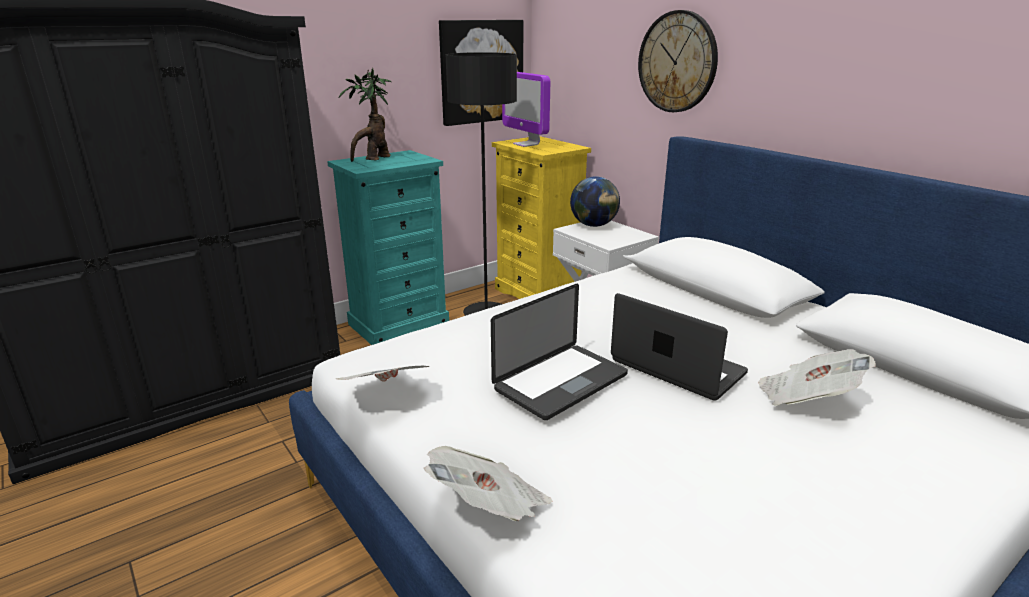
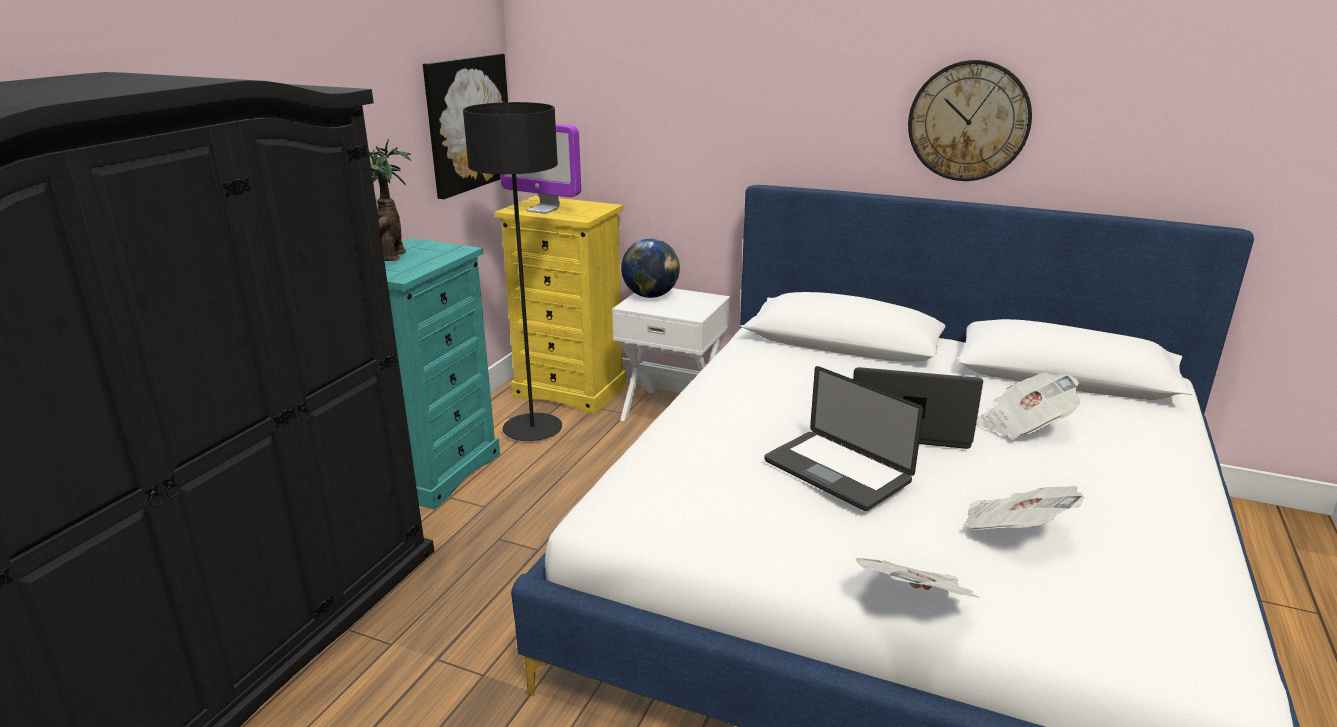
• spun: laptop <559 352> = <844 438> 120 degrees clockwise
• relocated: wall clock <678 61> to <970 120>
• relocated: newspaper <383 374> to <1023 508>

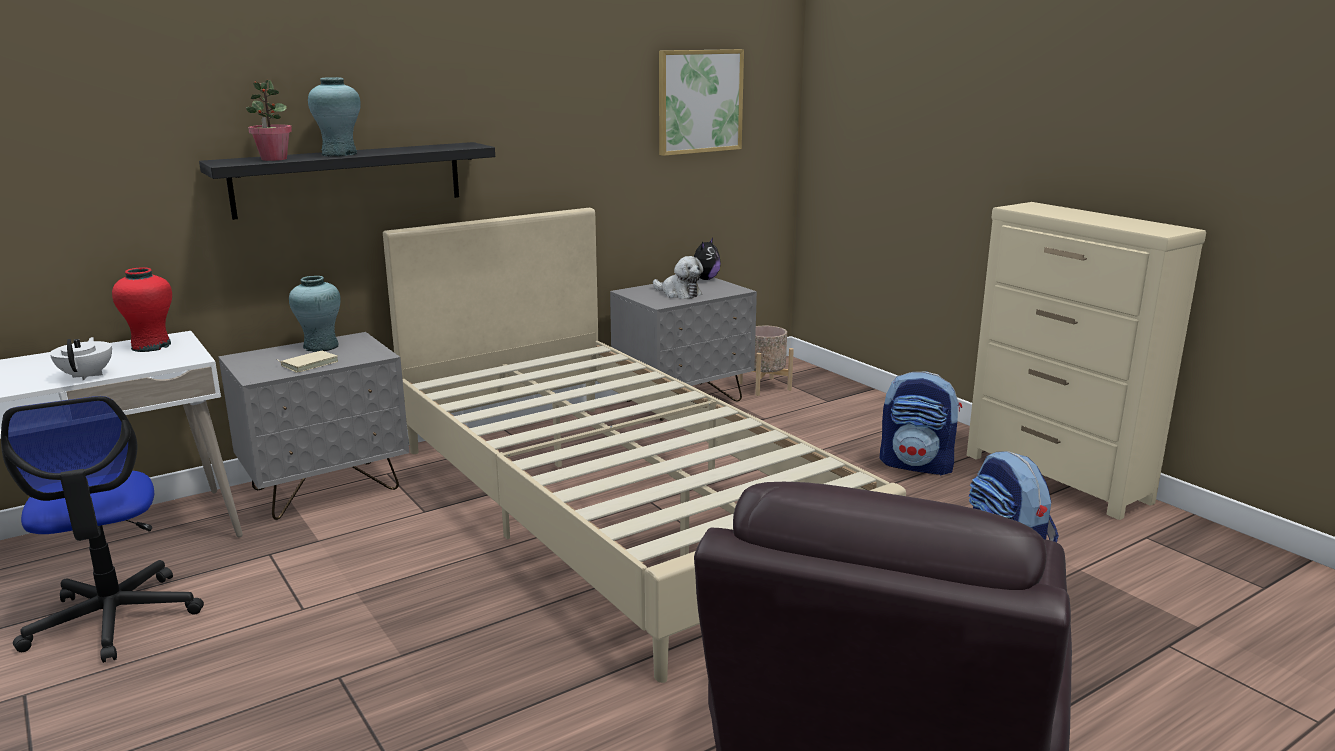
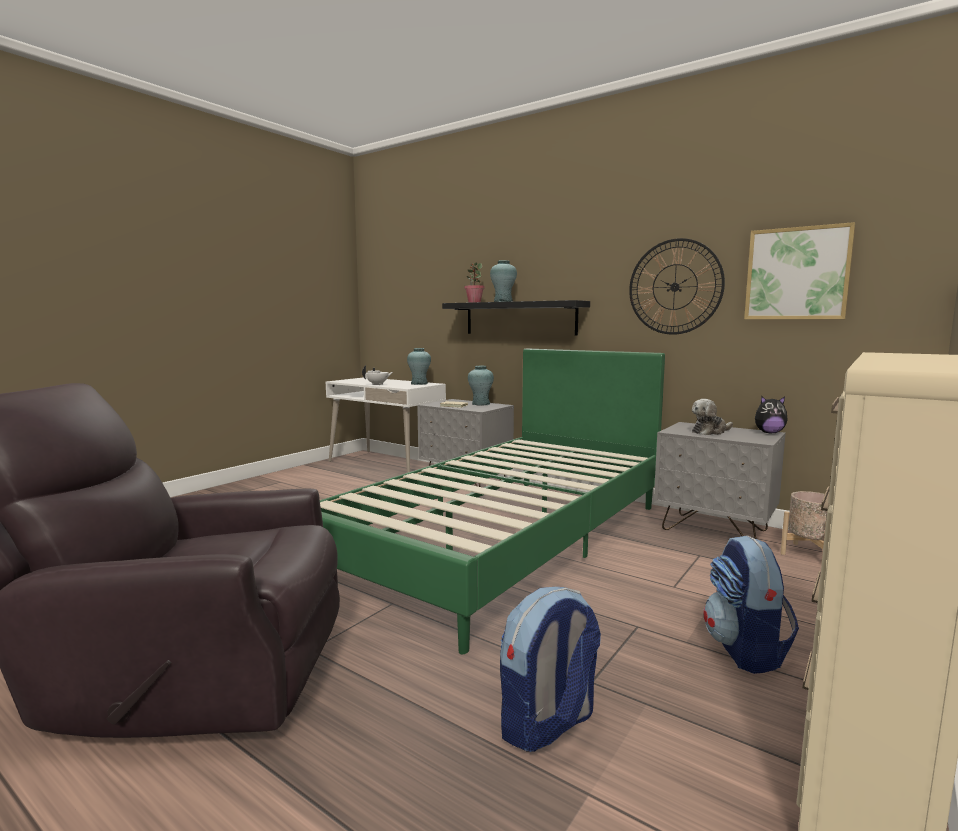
• colour: beige bed <644 445> to green bed <492 501>
• colour: red vase <142 309> to turquoise vase <419 366>
• appeared: wall clock <677 286>
• spun: plush toy <678 277> = <712 417> 45 degrees clockwise
• missing: office chair <102 529>

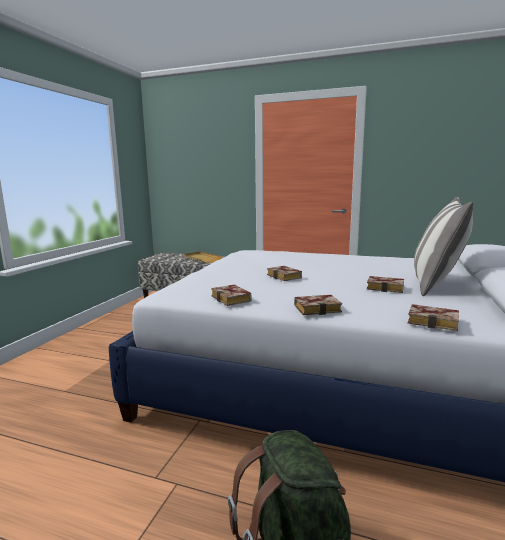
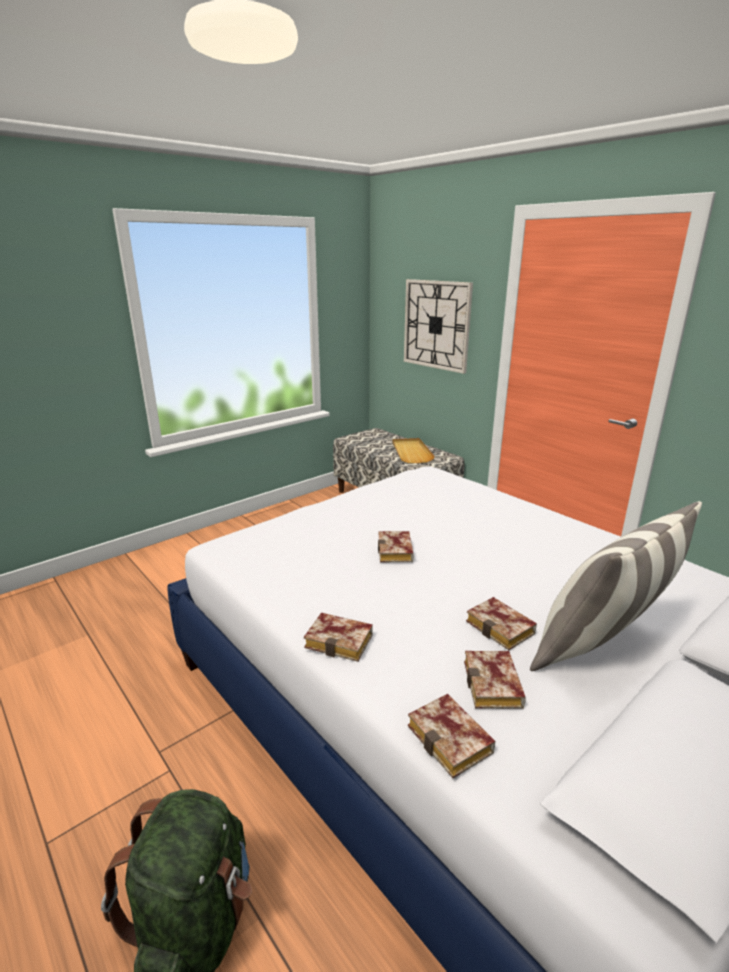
• appeared: wall clock <438 326>
• relocated: book <231 295> to <495 680>

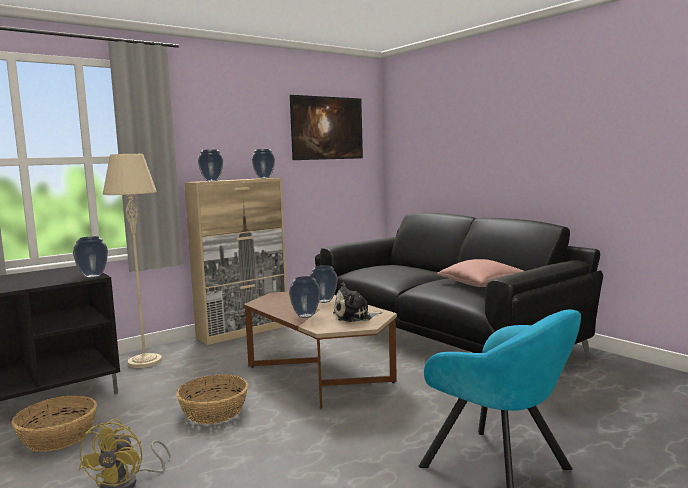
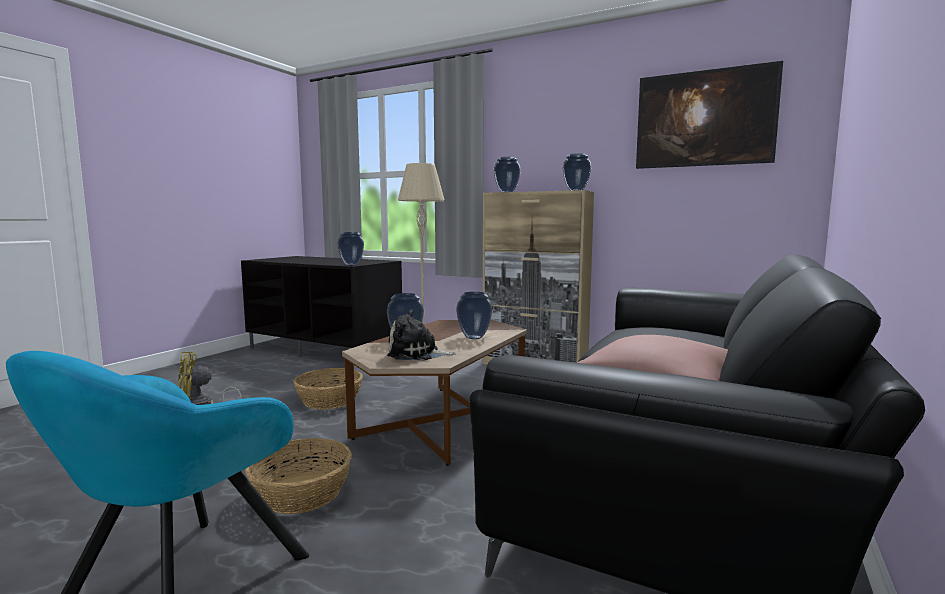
• relocated: basket <54 424> to <298 476>
• spun: plush toy <357 302> = <421 335> 45 degrees counterclockwise

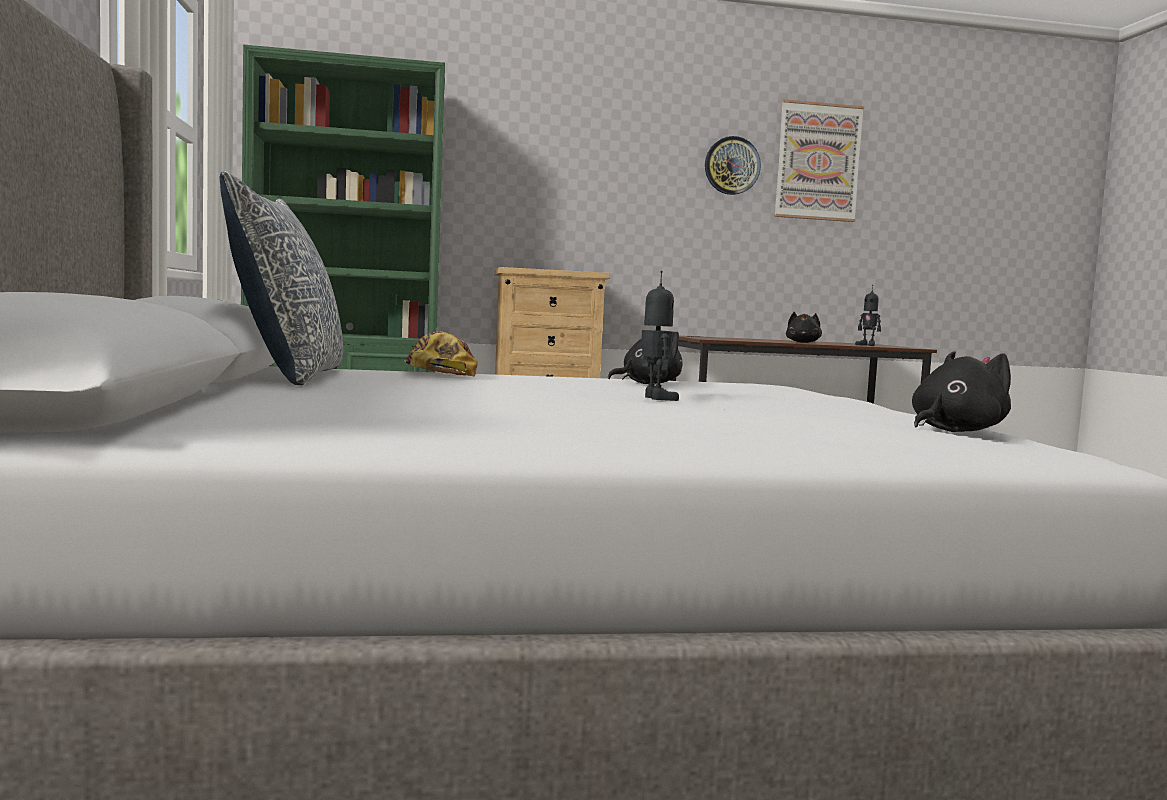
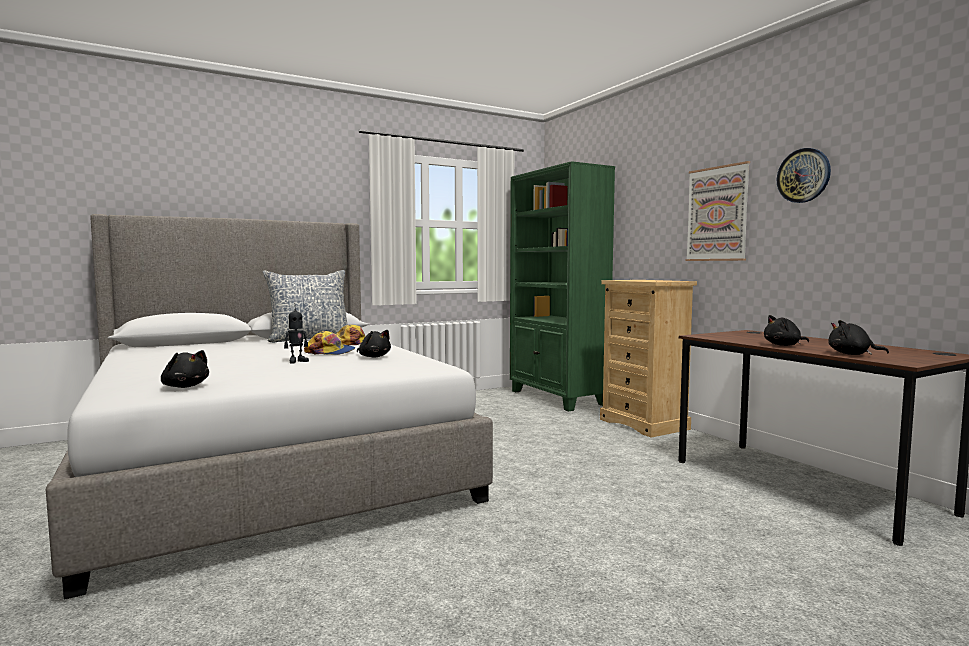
• appeared: cap <329 343>
• relocated: picture <819 160> to <718 211>
• exchanged: toy robot <868 315> to black plush toy <859 337>

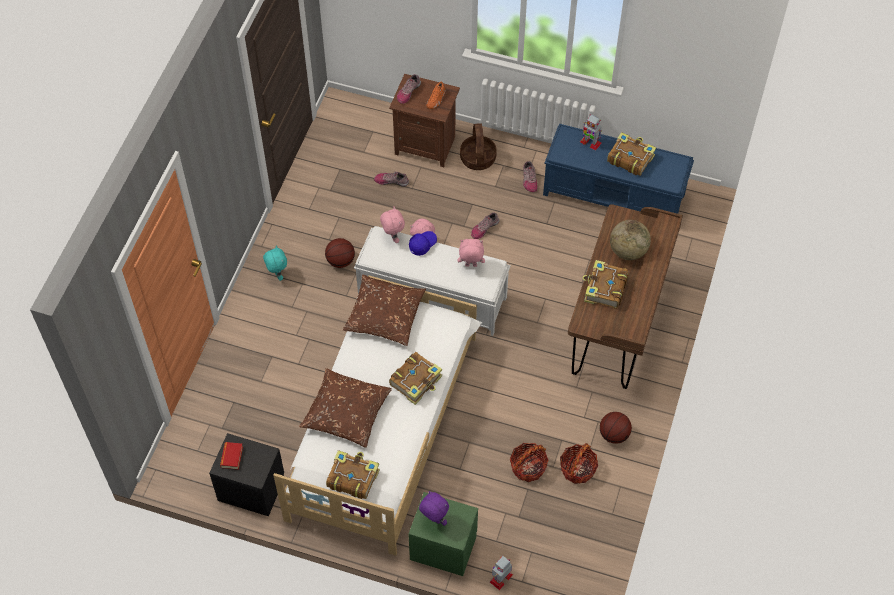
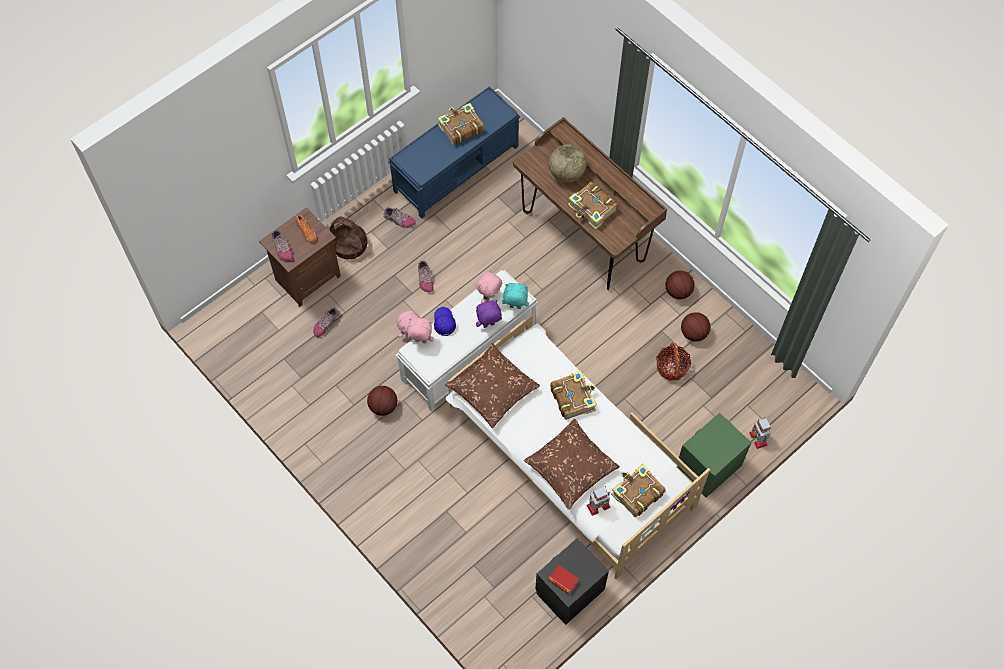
• relocated: purple plush toy <434 508> to <489 314>
• relocated: turquoise plush toy <275 263> to <515 296>
• relocated: toy robot <591 132> to <598 501>
• exchanged: basket <579 463> to basketball <696 327>

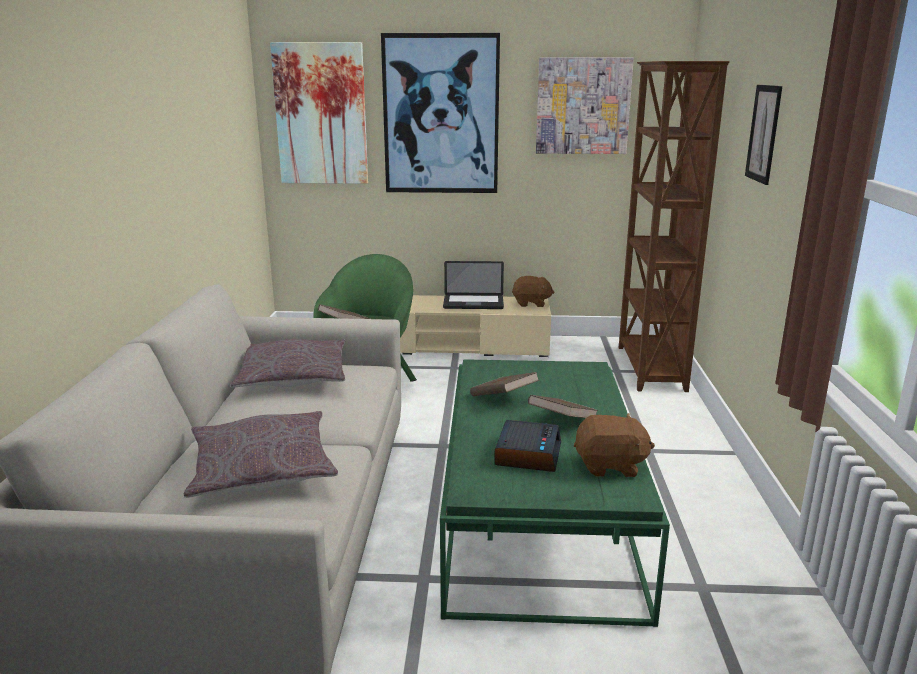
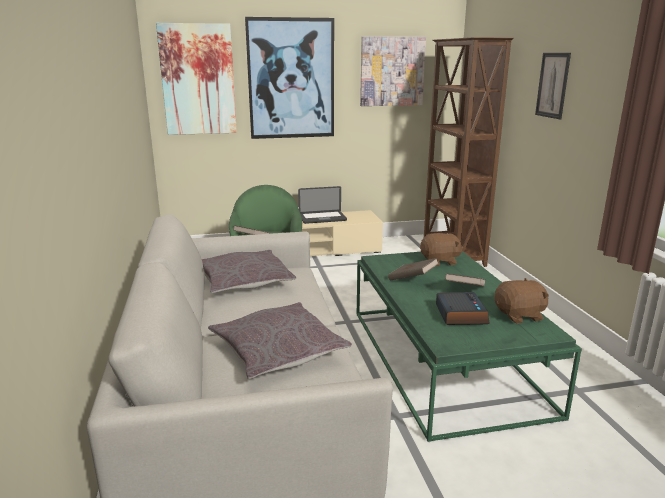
• relocated: brown plush toy <533 291> to <441 249>

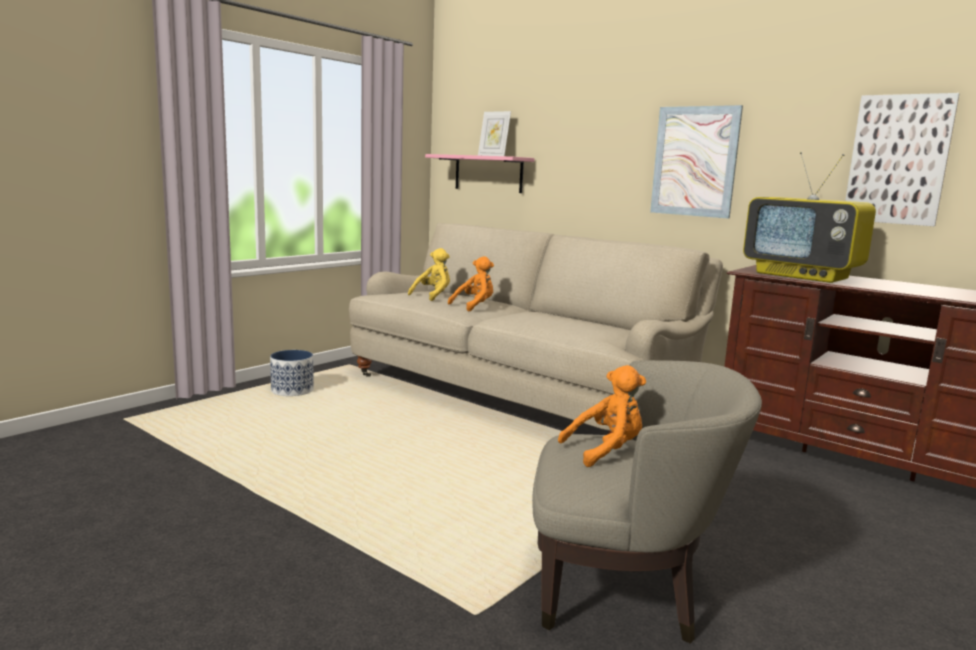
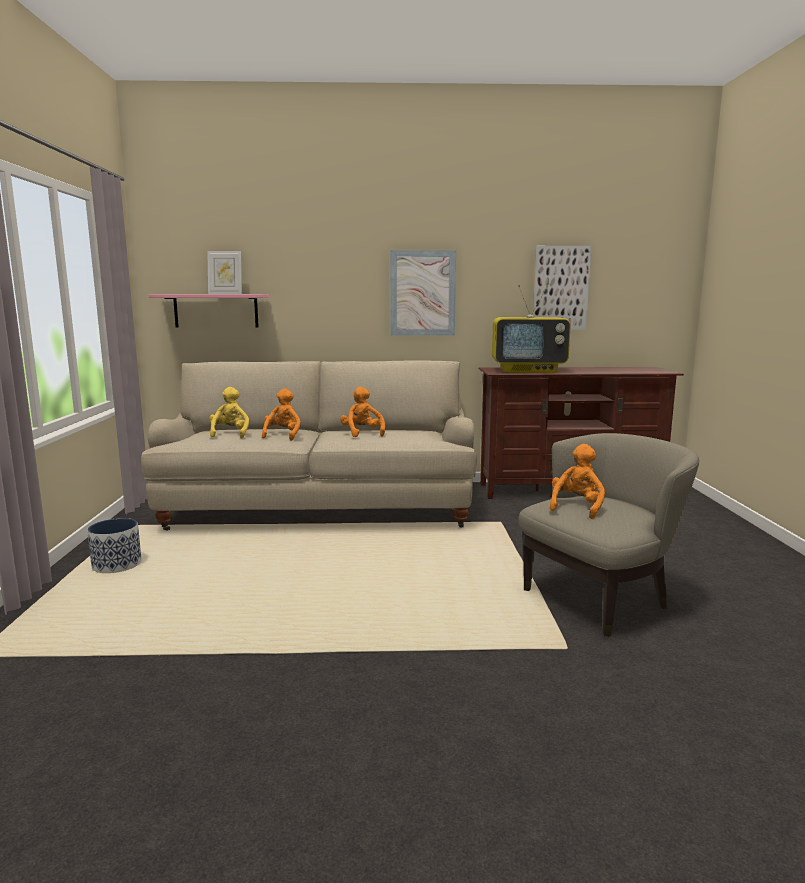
• appeared: orange plush toy <362 412>

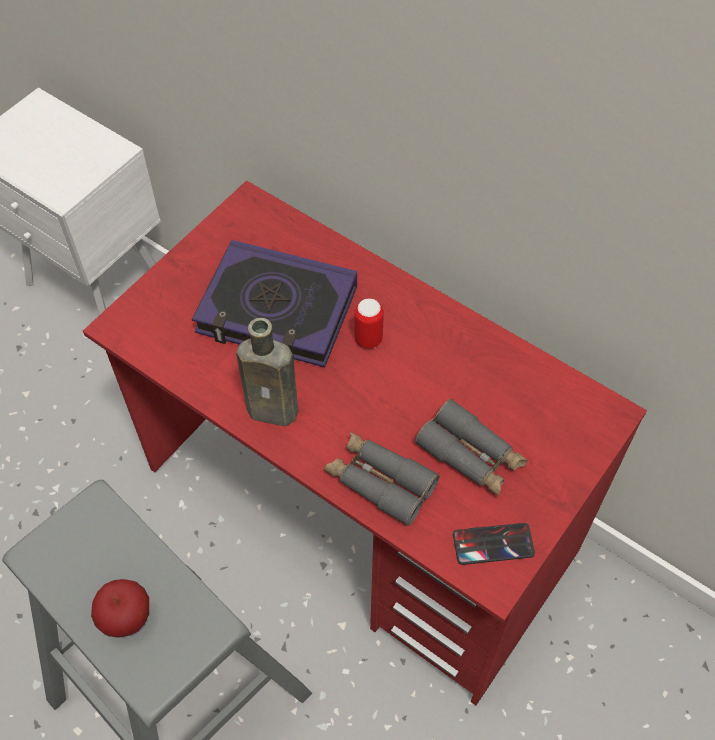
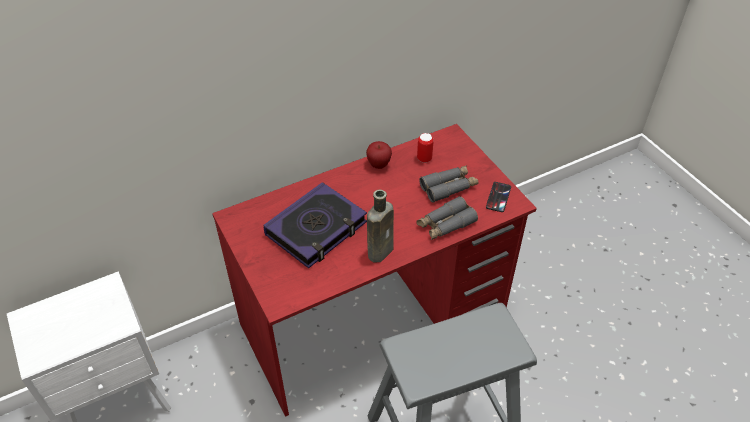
• relocated: apple <120 608> to <379 155>
• relocated: can <369 323> to <425 148>

